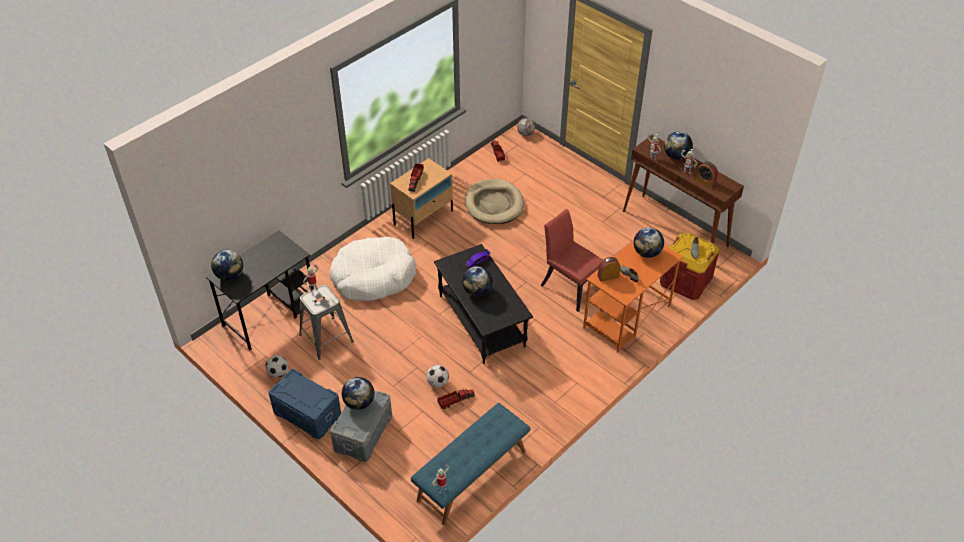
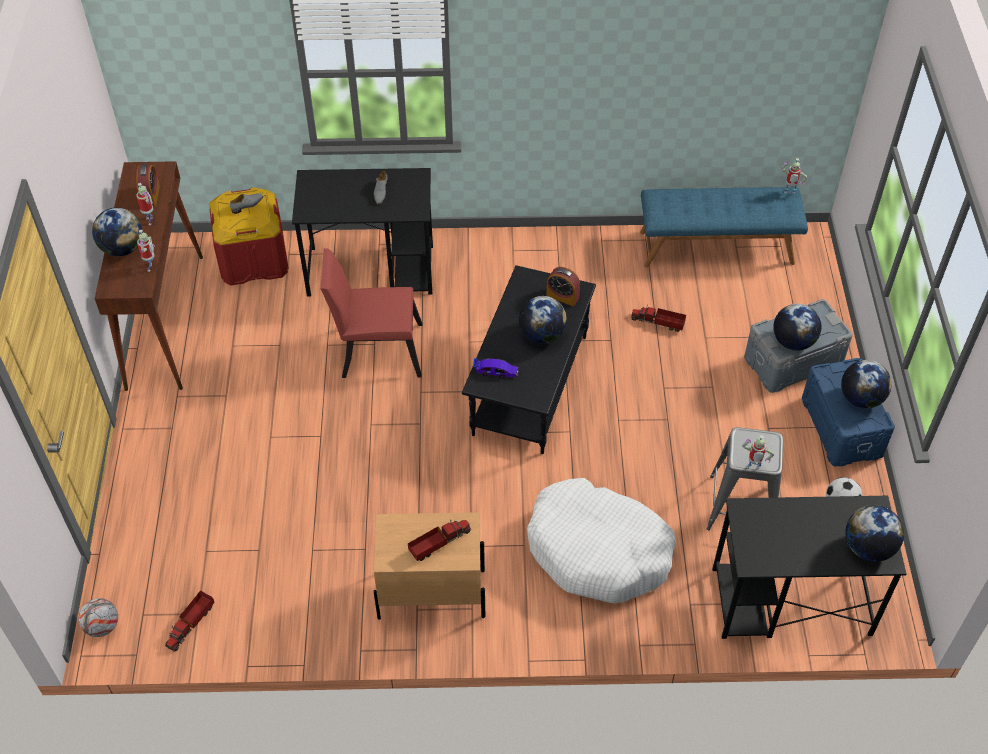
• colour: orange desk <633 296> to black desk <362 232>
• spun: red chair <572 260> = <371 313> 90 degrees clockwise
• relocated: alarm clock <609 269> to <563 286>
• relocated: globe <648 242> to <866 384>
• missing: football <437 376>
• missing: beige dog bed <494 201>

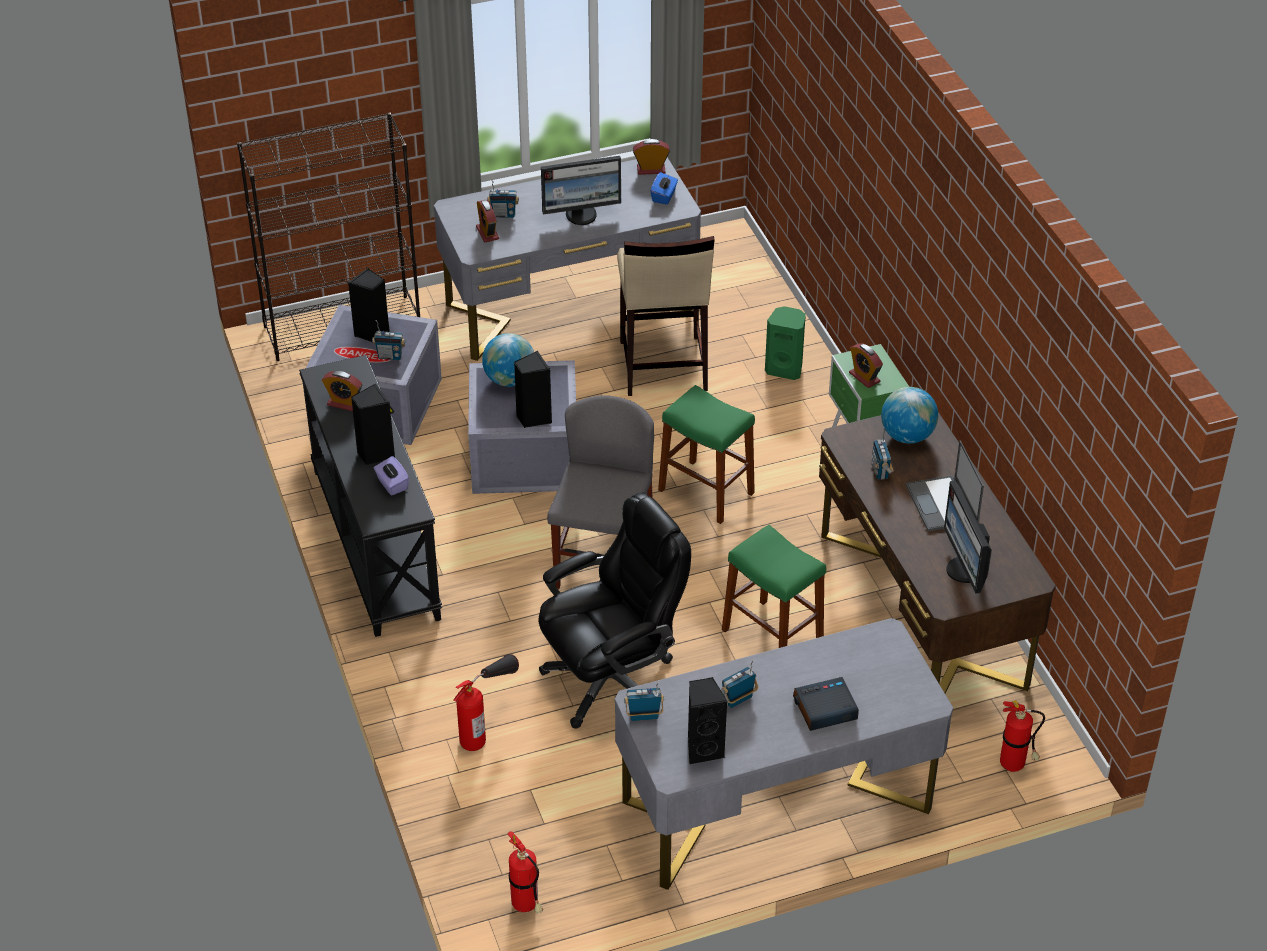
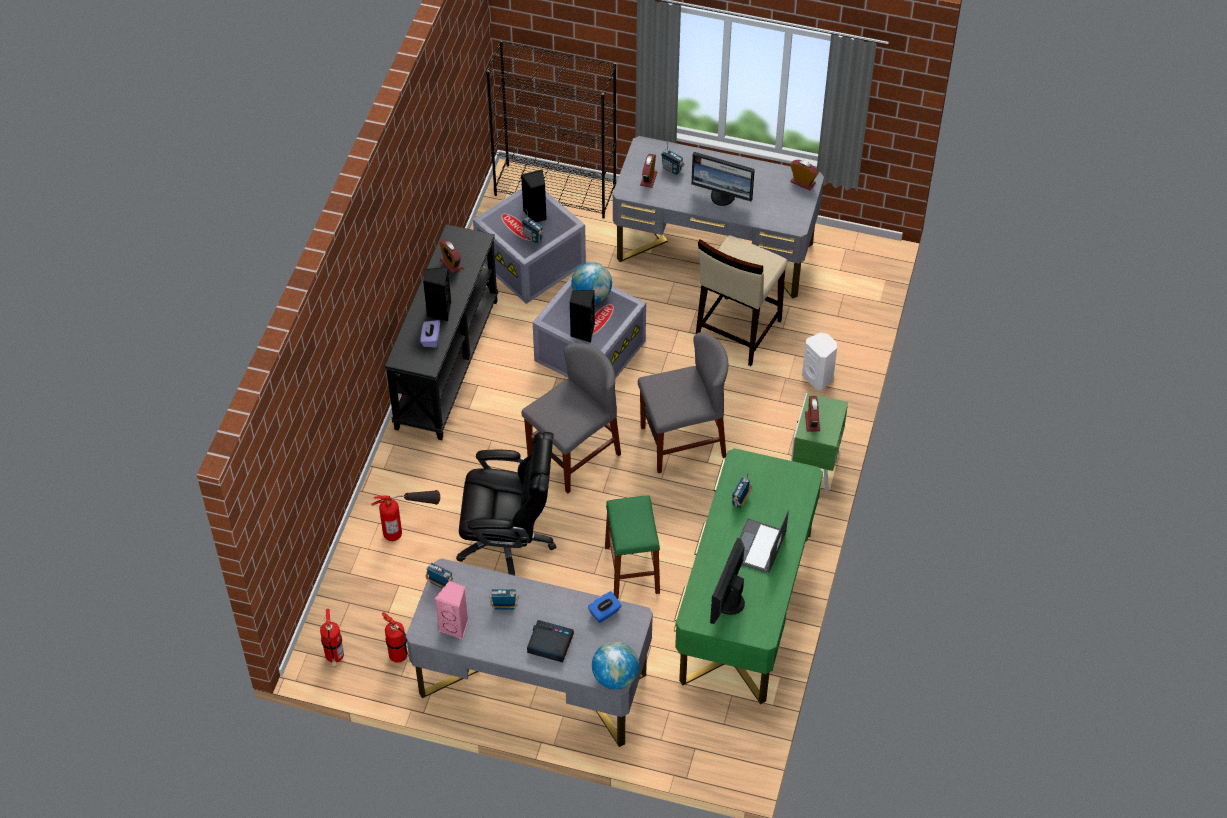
• relocated: fire extinguisher <1022 736> to <396 637>
• colour: black speaker <708 720> to pink speaker <451 610>
• relocated: blue tissue box <664 188> to <605 607>
• relocated: globe <909 415> to <615 665>
• exchanged: green stool <706 454> to grey chair <683 402>
• colour: brown desk <937 552> to green desk <748 576>
• colour: green speaker <785 343> to white speaker <819 361>

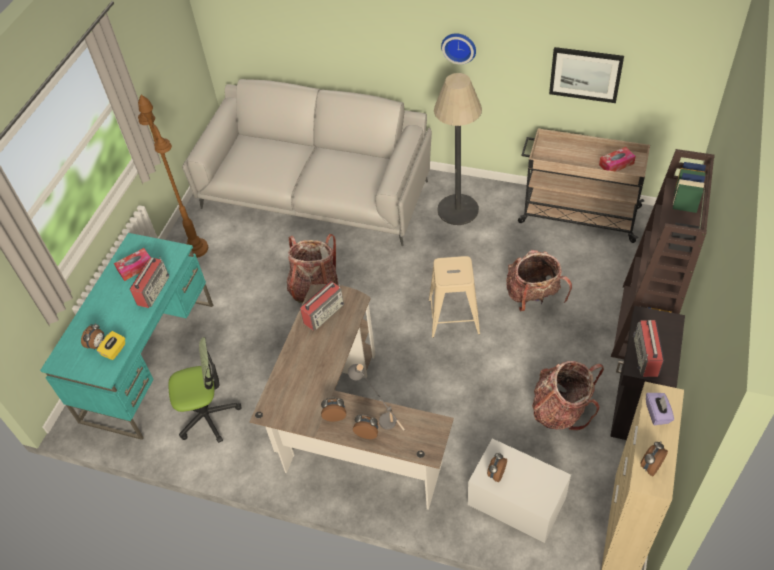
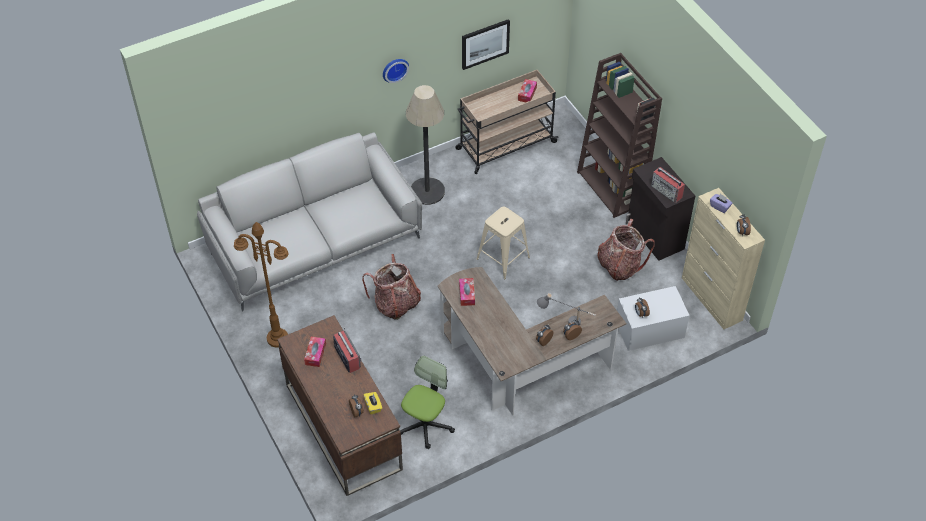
• colour: turquoise desk <126 336> to brown desk <340 405>
• exchanged: radio <322 305> to tissue box <467 292>
• missing: backpack <539 280>

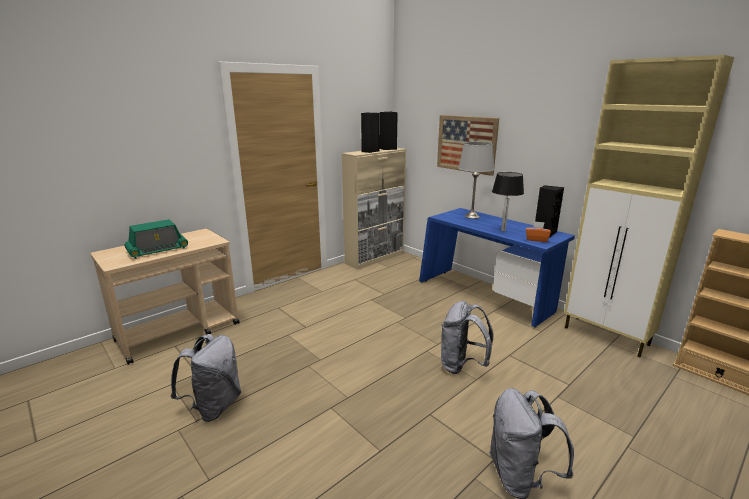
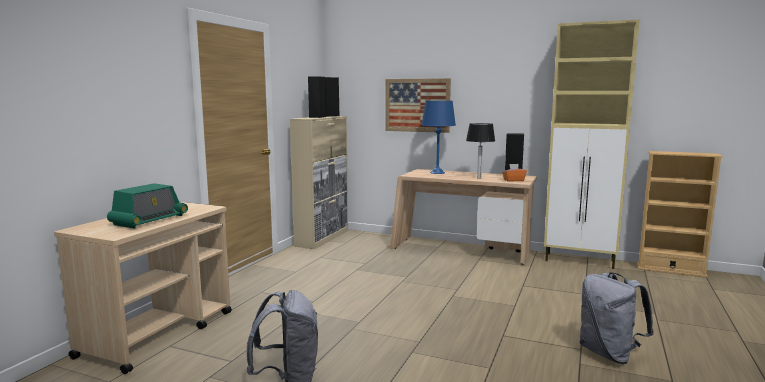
• colour: blue desk <497 268> to beige desk <463 217>
• colour: grey table lamp <476 180> to blue table lamp <438 137>
• missing: grey backpack <467 337>

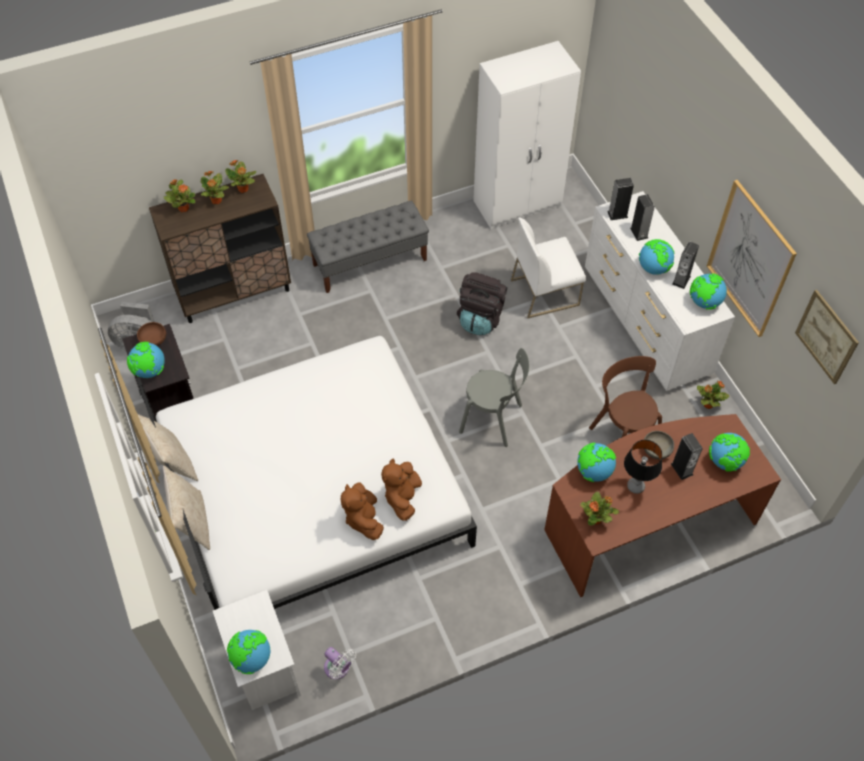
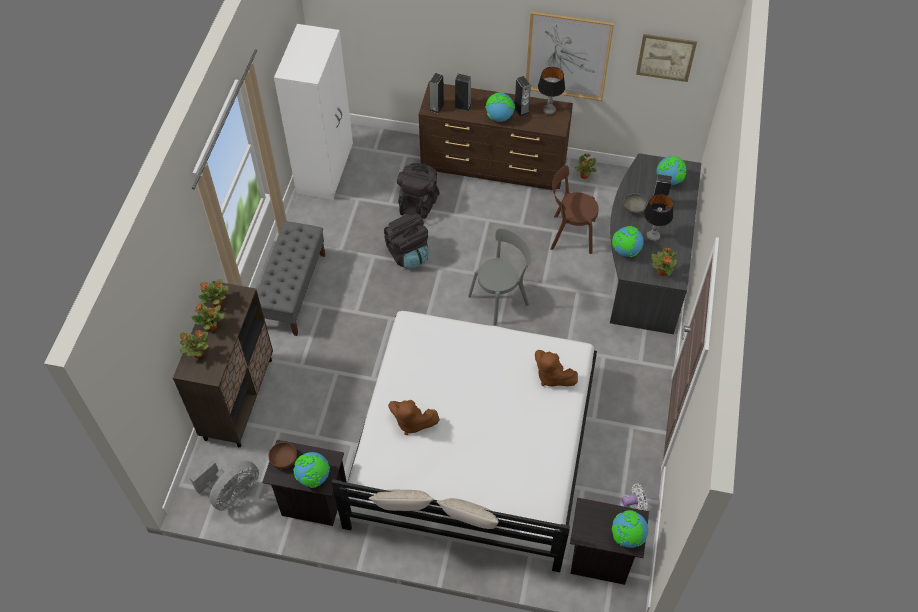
• relocated: brown plush toy <362 511> to <414 417>
• exchanged: white chair <548 268> to black backpack <418 191>
• colour: white dresser <660 291> to brown dresser <496 136>
• exchanged: globe <708 291> to table lamp <551 91>
• colour: white nightstand <257 650> to black nightstand <609 541>
• colour: brown desk <662 505> to grey desk <655 243>

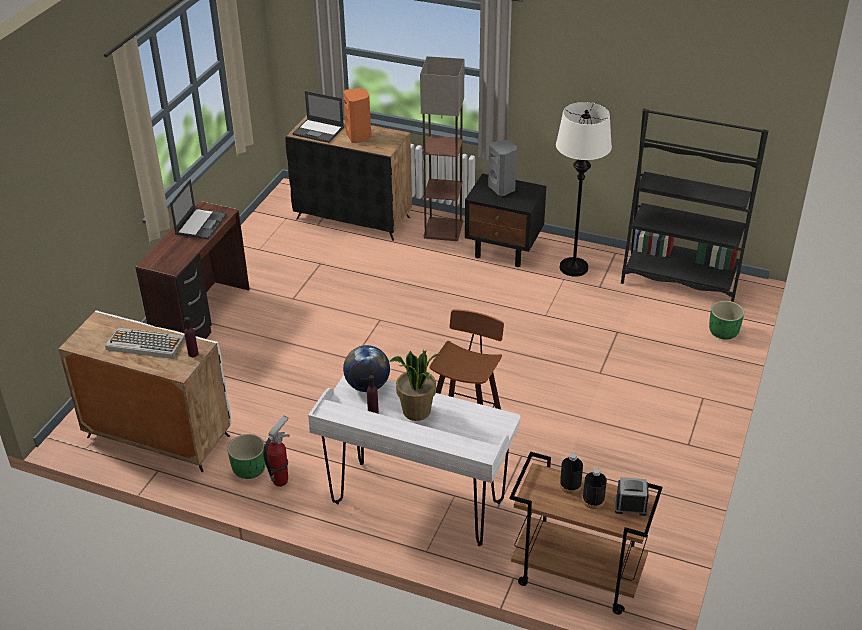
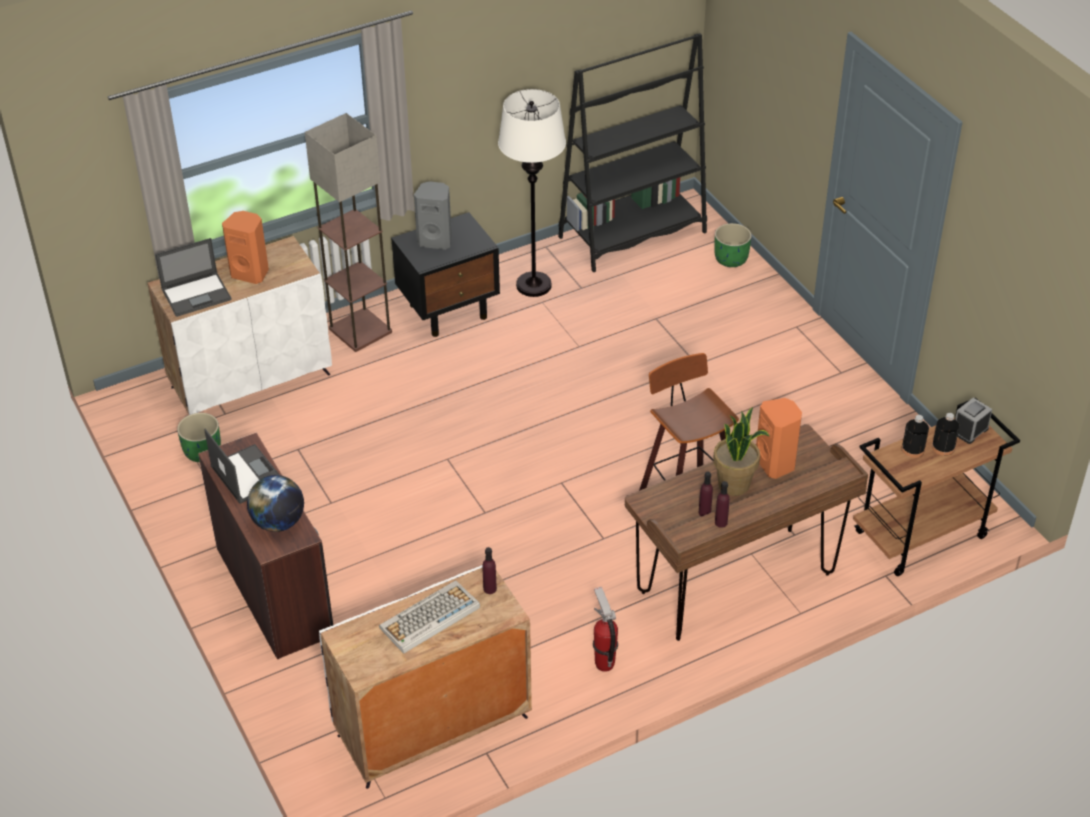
• colour: black cabinet <348 178> to white cabinet <240 325>
• relocated: green planter <246 456> to <199 437>
• relocated: globe <366 368> to <275 503>
• colour: white desk <414 460> to brown desk <746 532>
• appeared: purple bottle <722 504>
• appeared: orange speaker <779 438>

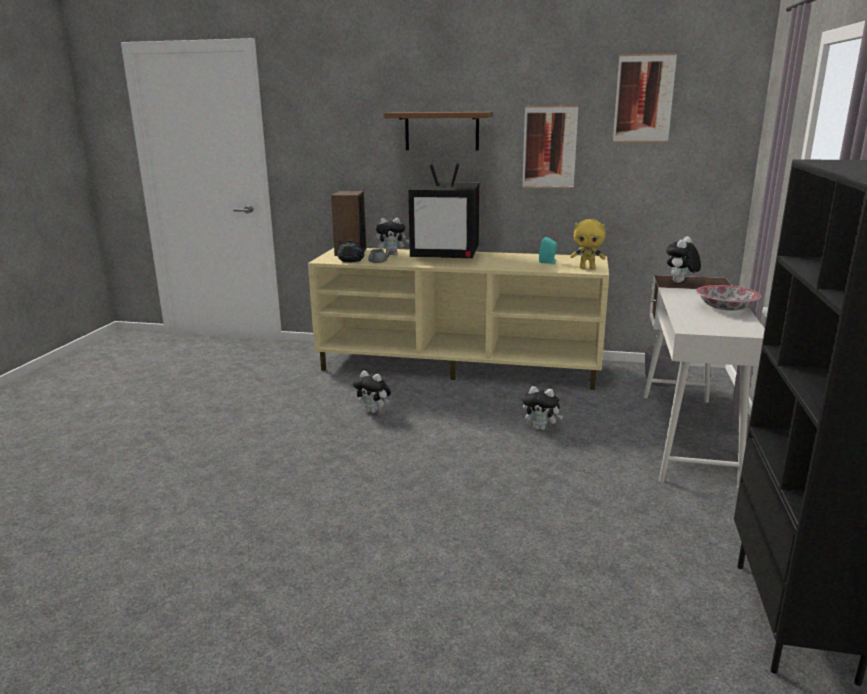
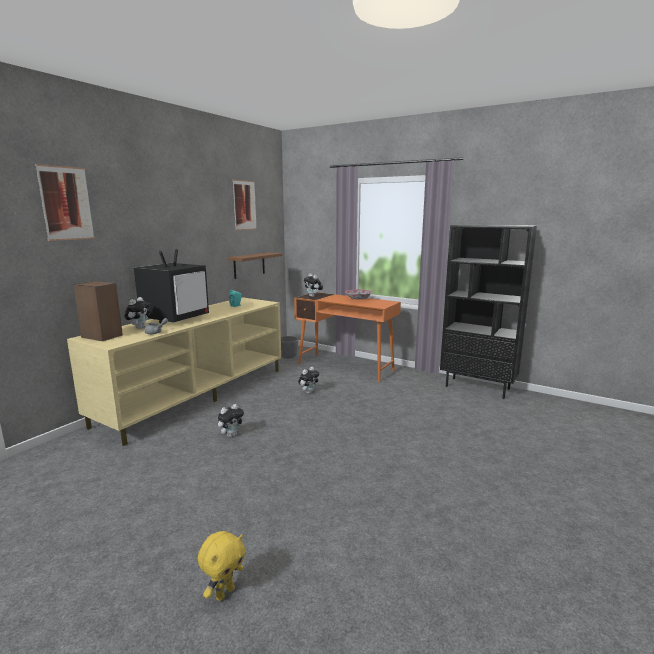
• relocated: picture <550 147> to <64 202>
• relocated: yellow plush toy <588 244> to <221 566>
• relocated: brown shelf <438 131> to <254 265>
• colour: white desk <704 382> to orange desk <347 337>
• missing: black teapot <351 251>

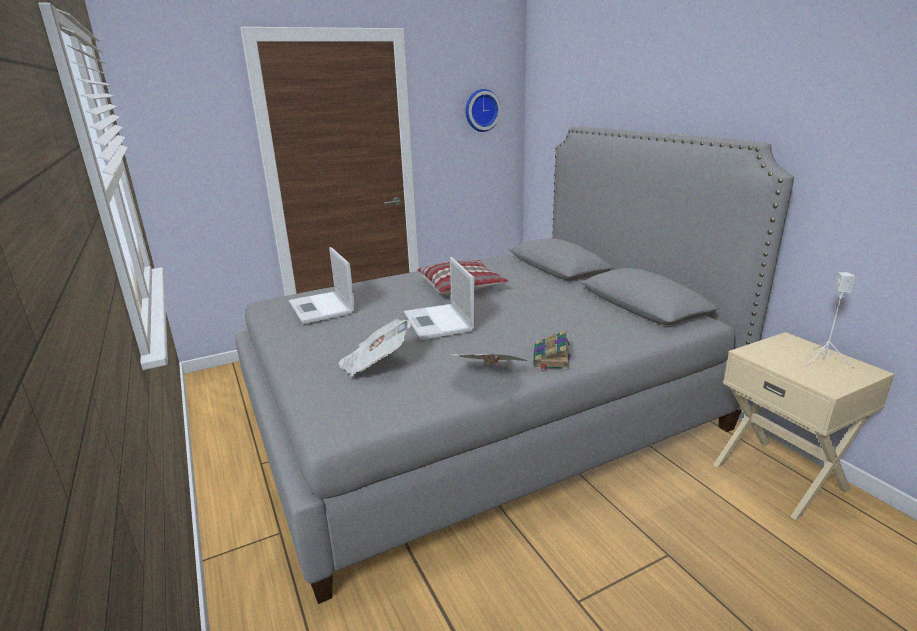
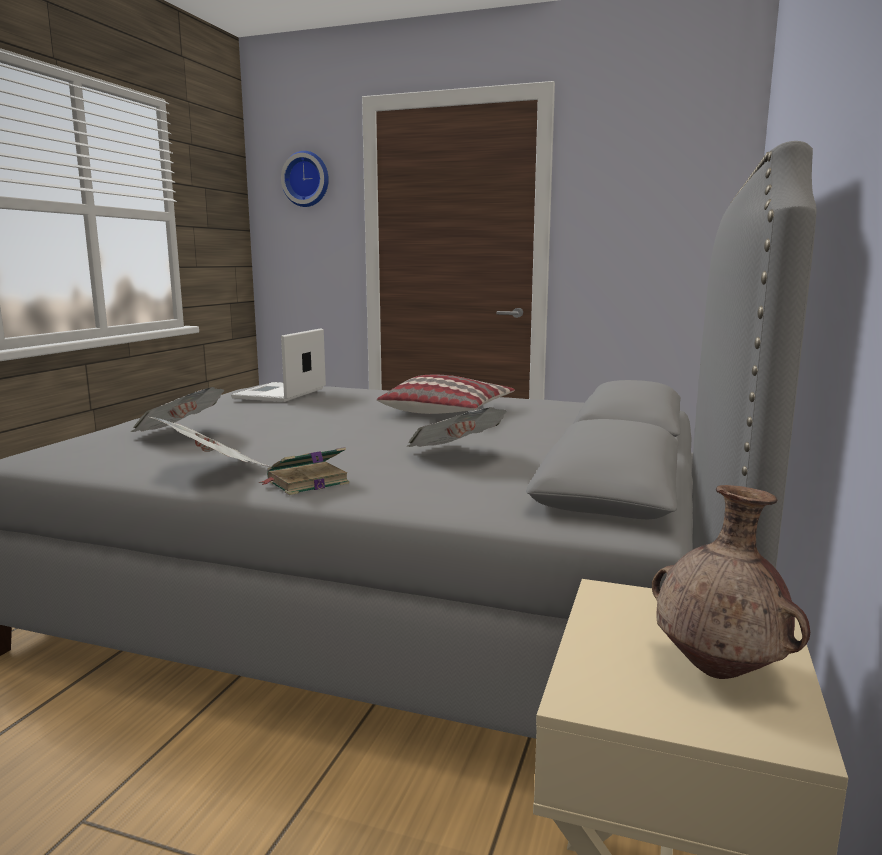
• relocated: wall clock <483 110> to <305 179>
• appeared: newspaper <457 427>
• exchanged: white speaker <830 320> to brown vase <731 582>
• missing: laptop <440 298>

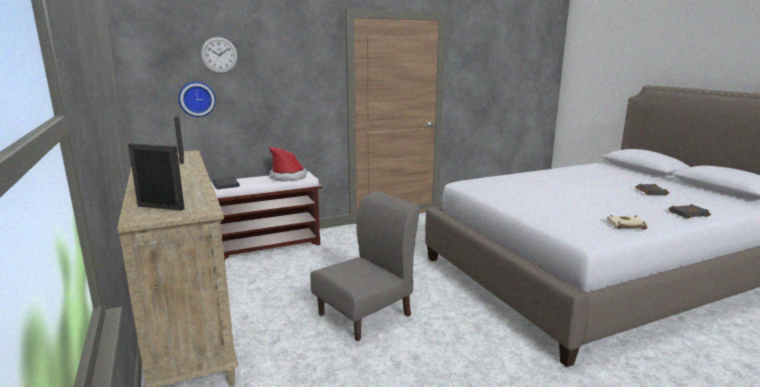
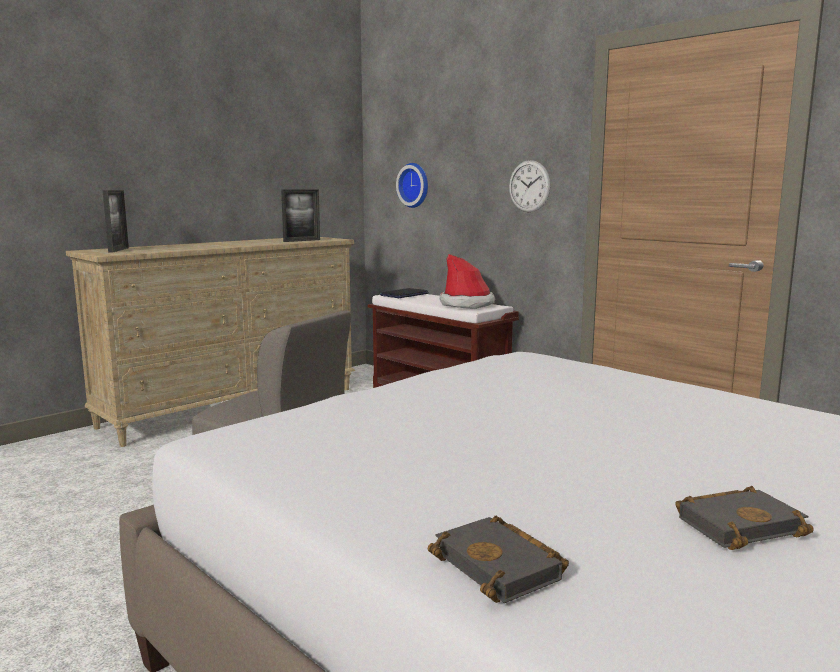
• relocated: wall clock <219 55> to <530 186>
• missing: beige book <628 222>

